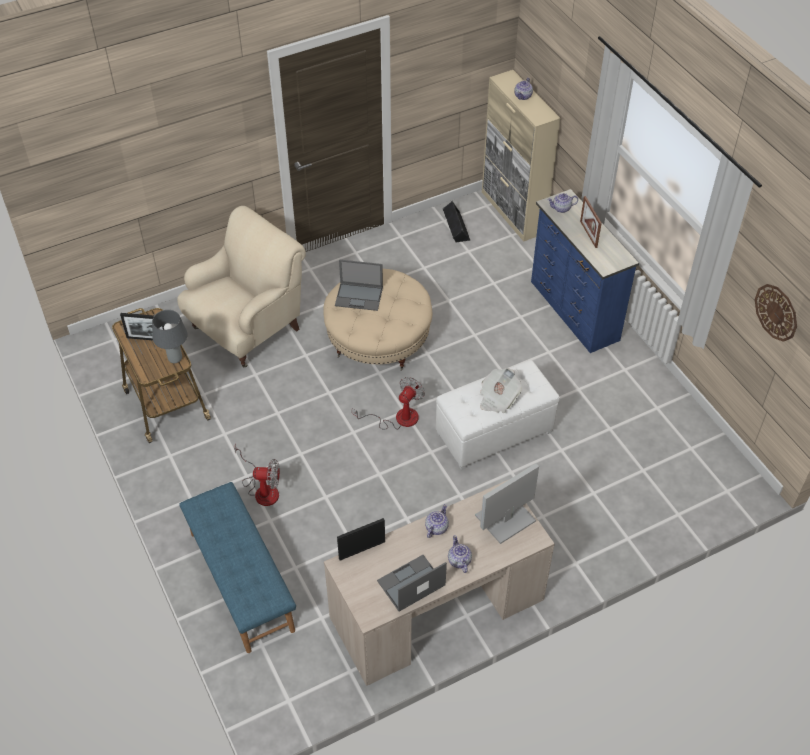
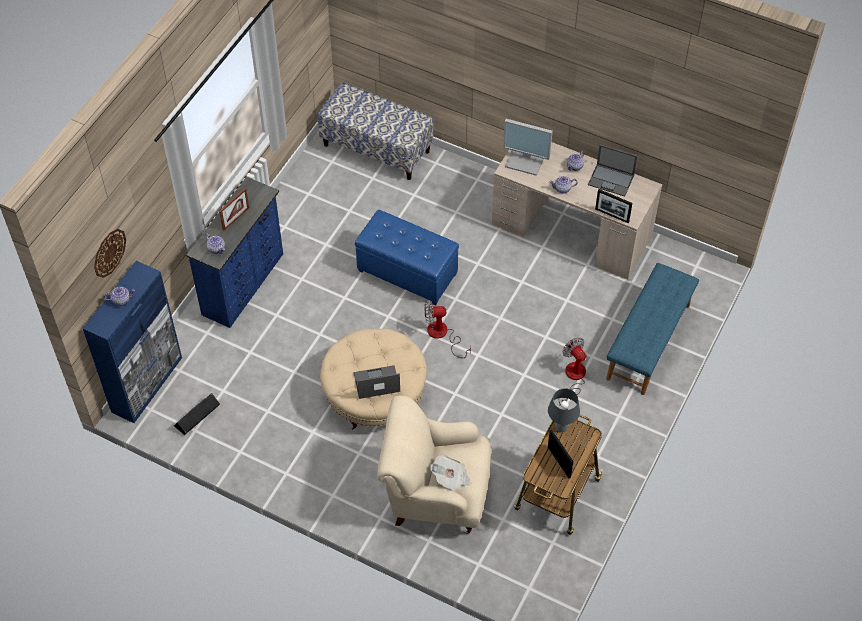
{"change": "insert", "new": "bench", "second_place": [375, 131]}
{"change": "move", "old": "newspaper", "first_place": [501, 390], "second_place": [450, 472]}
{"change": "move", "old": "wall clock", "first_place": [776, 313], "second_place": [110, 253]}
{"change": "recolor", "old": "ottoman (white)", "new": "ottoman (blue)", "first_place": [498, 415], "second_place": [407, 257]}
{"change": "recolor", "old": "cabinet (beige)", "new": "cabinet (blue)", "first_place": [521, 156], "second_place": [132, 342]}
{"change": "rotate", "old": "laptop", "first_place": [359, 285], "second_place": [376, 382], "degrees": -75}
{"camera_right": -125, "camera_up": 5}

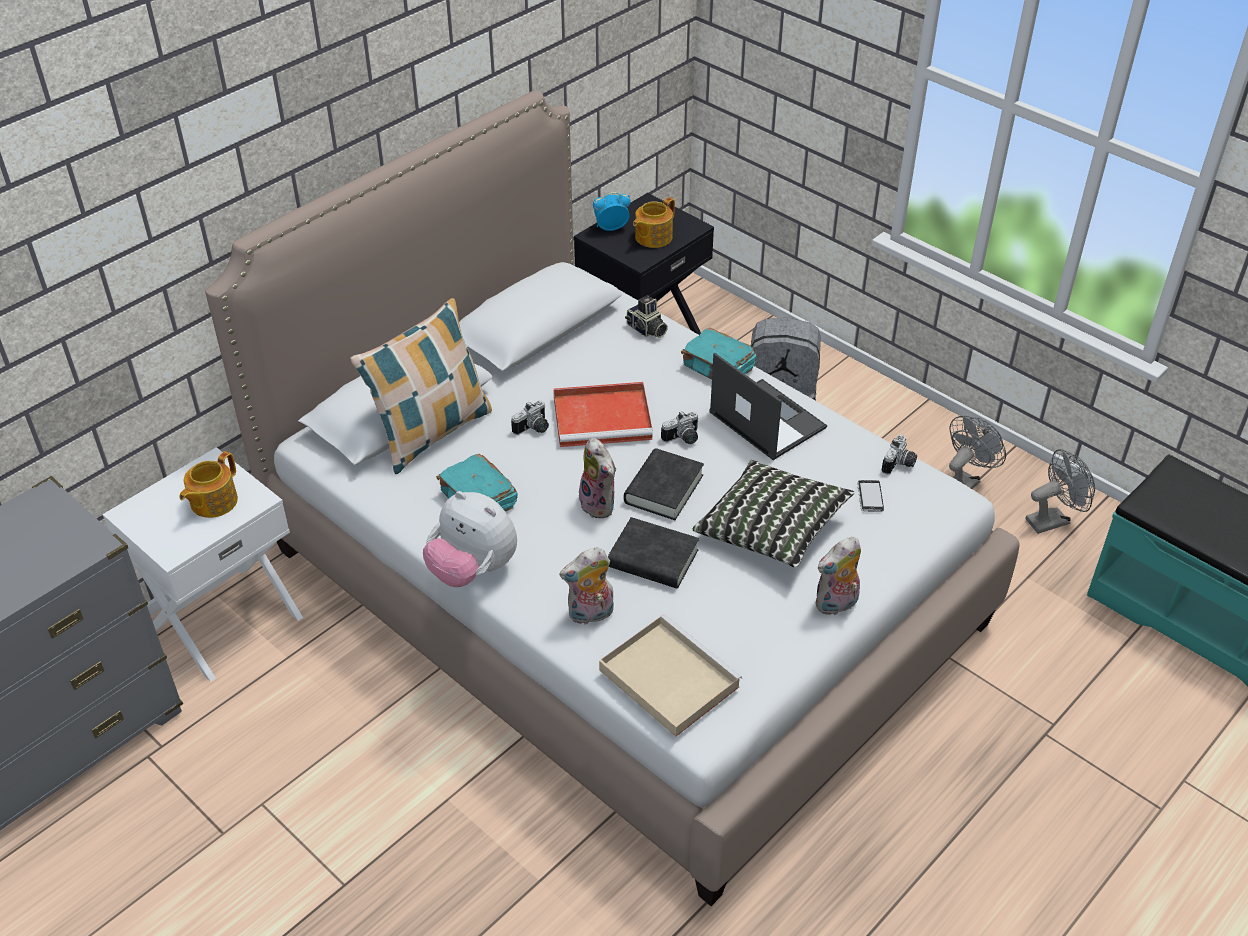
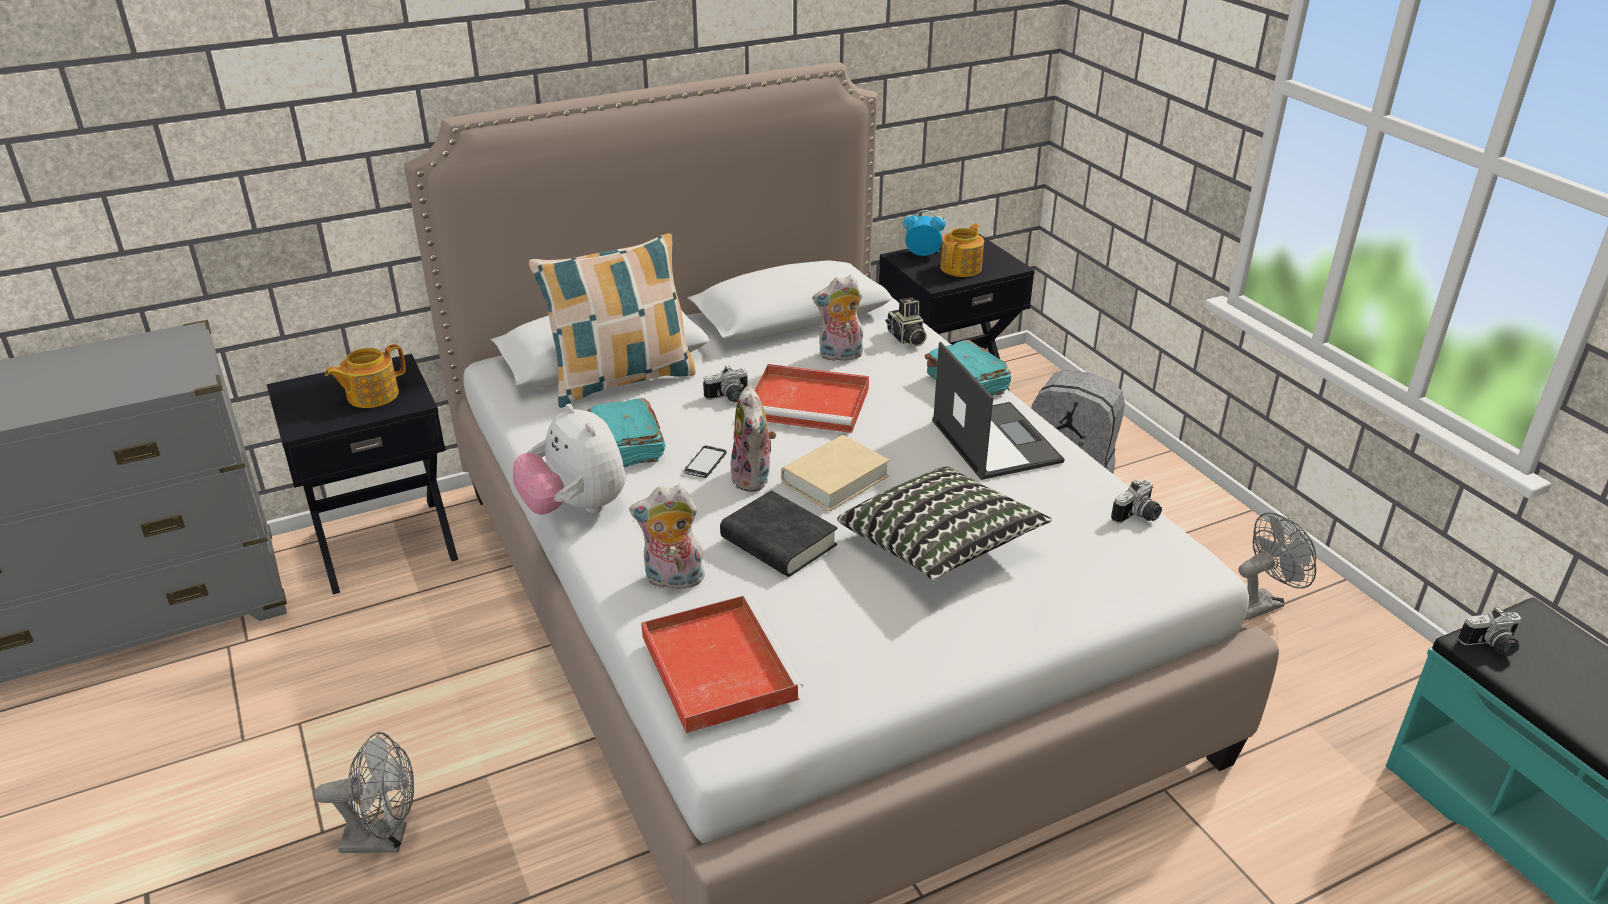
{"change": "move", "old": "photo camera", "first_place": [679, 427], "second_place": [1489, 631]}
{"change": "move", "old": "plush toy", "first_place": [838, 576], "second_place": [837, 318]}
{"change": "move", "old": "phone", "first_place": [870, 496], "second_place": [704, 461]}
{"change": "move", "old": "fan (grey)", "first_place": [1060, 491], "second_place": [364, 792]}
{"change": "recolor", "old": "nightstand (white)", "new": "nightstand (black)", "first_place": [203, 564], "second_place": [362, 474]}
{"change": "recolor", "old": "tray (beige)", "new": "tray (red)", "first_place": [670, 676], "second_place": [722, 664]}
{"change": "recolor", "old": "book (black)", "new": "book (beige)", "first_place": [664, 484], "second_place": [835, 473]}
{"change": "rotate", "old": "teapot", "first_place": [654, 222], "second_place": [962, 250], "degrees": 150}
{"camera_right": 20, "camera_up": -10}

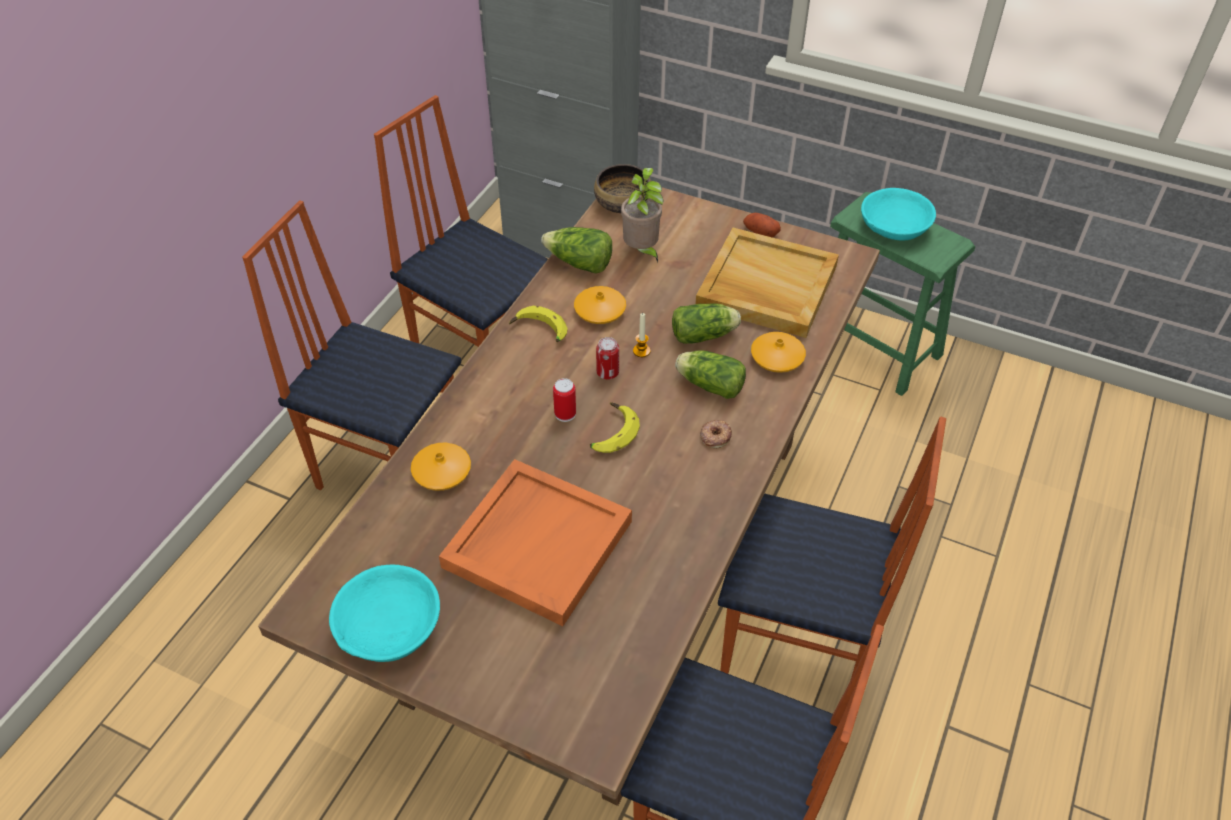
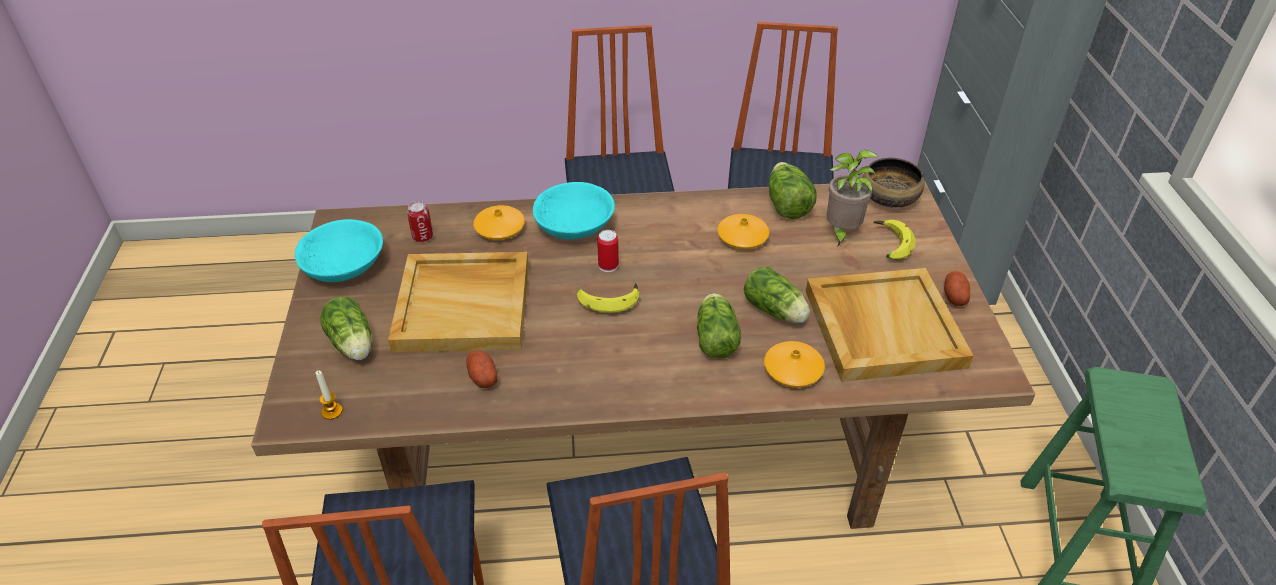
{"change": "delete", "old": "donut", "first_place": [716, 434]}
{"change": "insert", "new": "lettuce", "second_place": [345, 328]}
{"change": "insert", "new": "potato", "second_place": [482, 369]}
{"change": "move", "old": "banana", "first_place": [538, 324], "second_place": [894, 239]}
{"change": "move", "old": "can", "first_place": [607, 358], "second_place": [420, 221]}
{"change": "move", "old": "candle", "first_place": [641, 335], "second_place": [328, 395]}
{"change": "move", "old": "bowl (turquoise)", "first_place": [898, 214], "second_place": [574, 210]}
{"change": "recolor", "old": "tray (orange)", "new": "tray (beige)", "first_place": [535, 542], "second_place": [458, 302]}
{"camera_right": 60, "camera_up": -5}

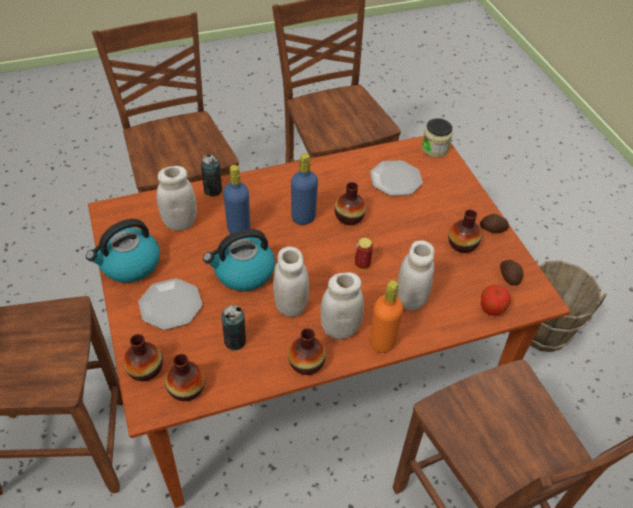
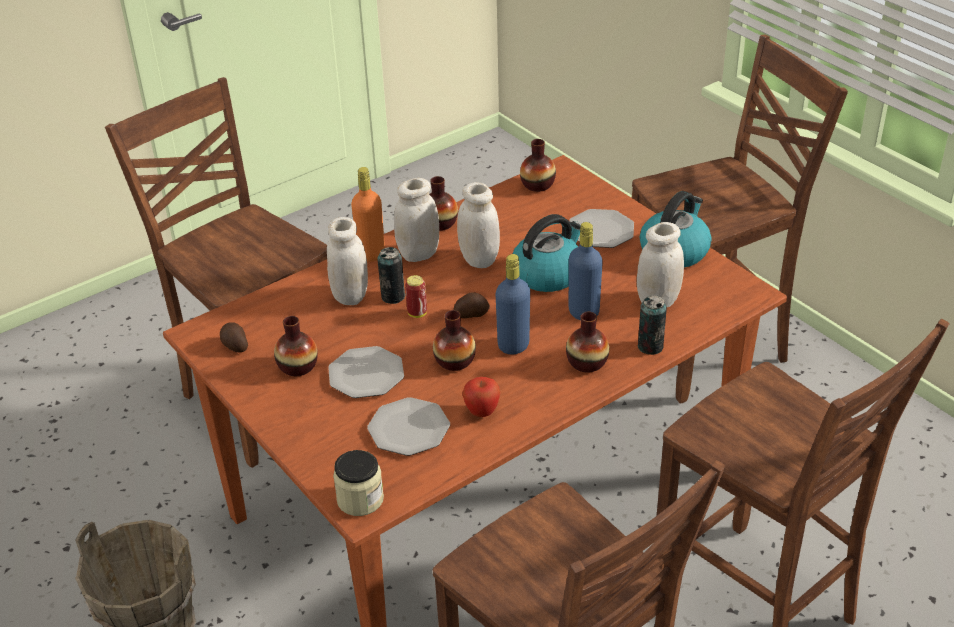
{"change": "insert", "new": "plate", "second_place": [366, 372]}
{"change": "move", "old": "vase", "first_place": [143, 357], "second_place": [587, 342]}
{"change": "move", "old": "can", "first_place": [233, 328], "second_place": [391, 275]}
{"change": "move", "old": "potato", "first_place": [494, 223], "second_place": [471, 305]}
{"change": "move", "old": "apple", "first_place": [496, 300], "second_place": [481, 397]}
{"camera_right": 165, "camera_up": -10}

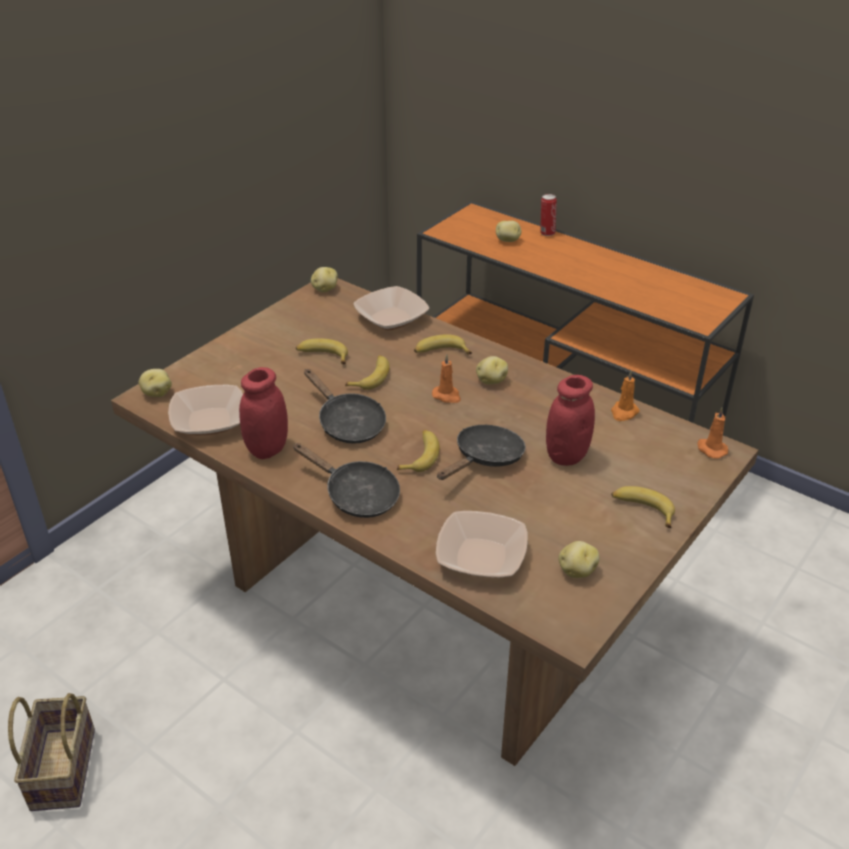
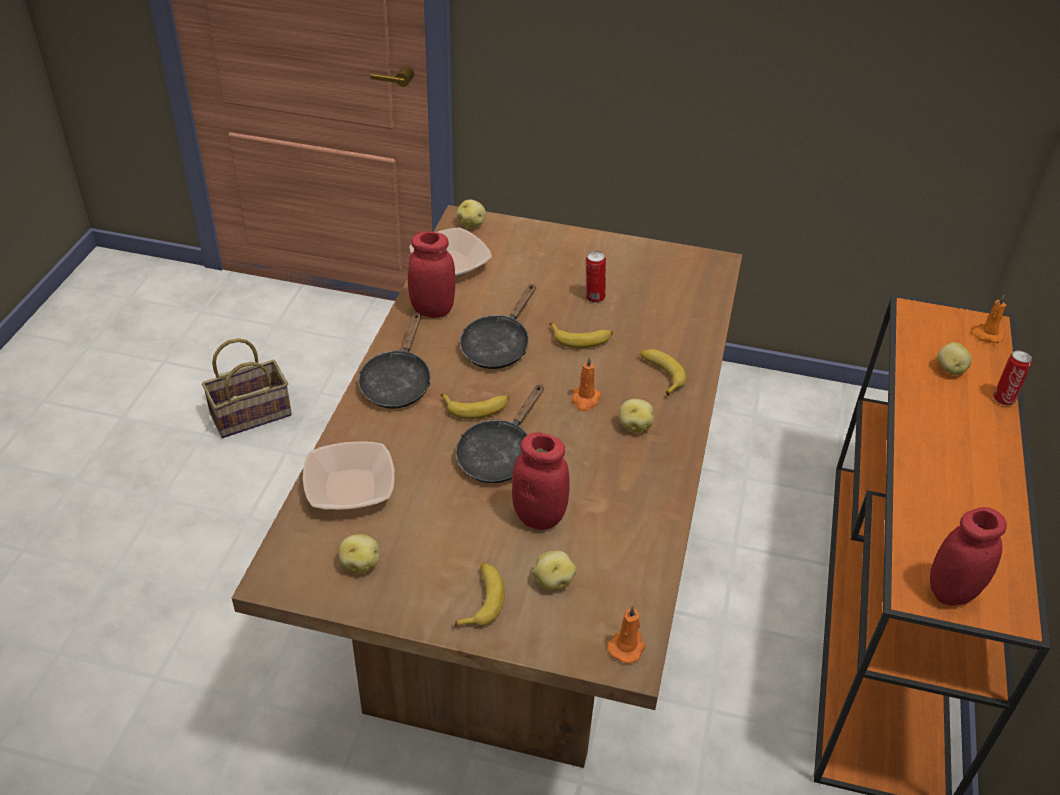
{"change": "delete", "old": "bowl", "first_place": [391, 308]}
{"change": "insert", "new": "jar (red)", "second_place": [968, 556]}
{"change": "move", "old": "potato", "first_place": [324, 279], "second_place": [555, 570]}
{"change": "move", "old": "candle (orange)", "first_place": [625, 395], "second_place": [988, 319]}
{"change": "replace", "old": "banana", "new": "can", "first_place": [322, 351], "second_place": [596, 277]}
{"change": "rotate", "old": "frying pan (black)", "first_place": [481, 452], "second_place": [500, 433], "degrees": 105}
{"camera_right": 65, "camera_up": 5}

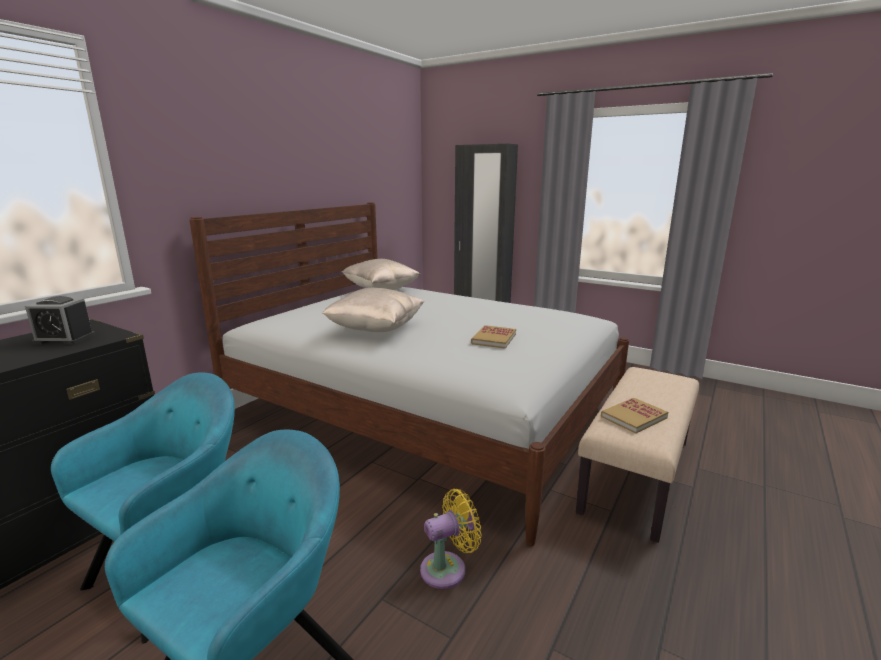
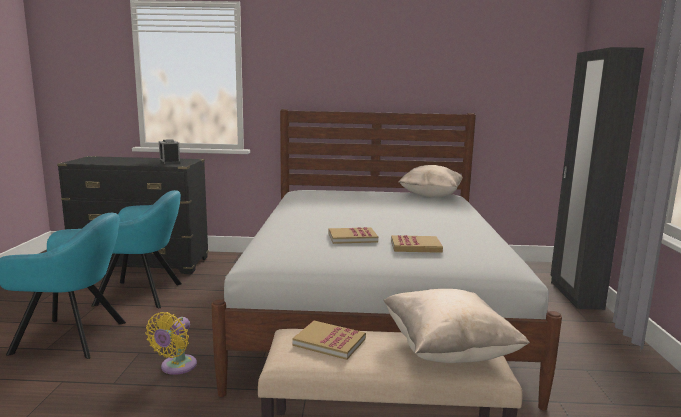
{"change": "insert", "new": "book", "second_place": [417, 244]}
{"change": "move", "old": "pillow (beige)", "first_place": [373, 310], "second_place": [457, 326]}
{"change": "rotate", "old": "fan (yellow)", "first_place": [451, 539], "second_place": [171, 343], "degrees": 75}
{"camera_right": 60, "camera_up": -5}

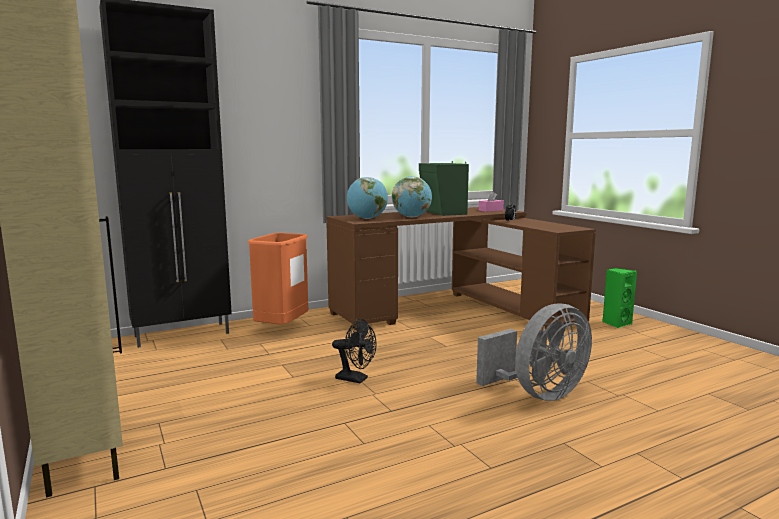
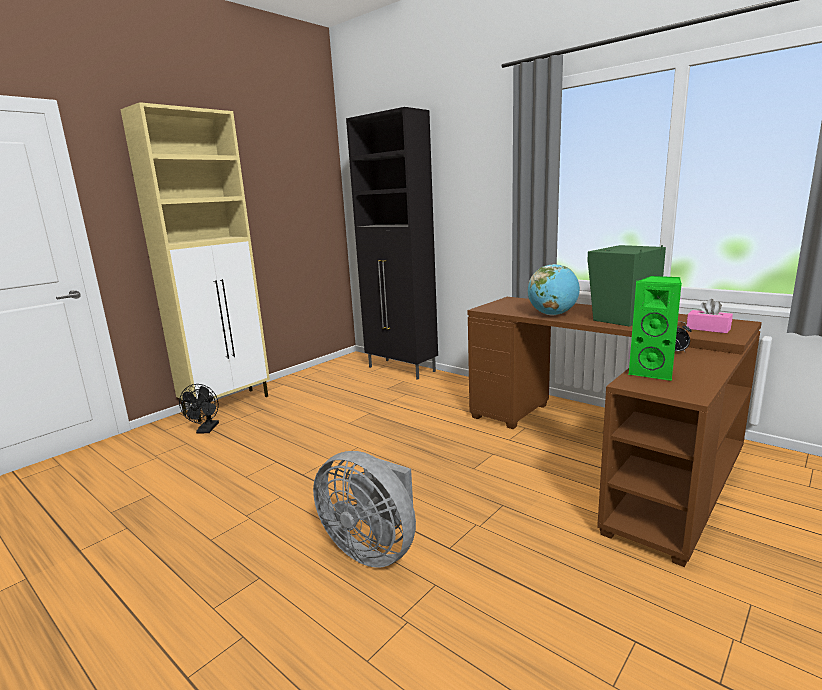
{"change": "delete", "old": "trash can (orange)", "first_place": [277, 278]}
{"change": "delete", "old": "globe", "first_place": [367, 198]}
{"change": "move", "old": "fan (black)", "first_place": [354, 351], "second_place": [199, 408]}
{"change": "move", "old": "speaker (green)", "first_place": [619, 298], "second_place": [655, 328]}
{"camera_right": 70, "camera_up": 5}

